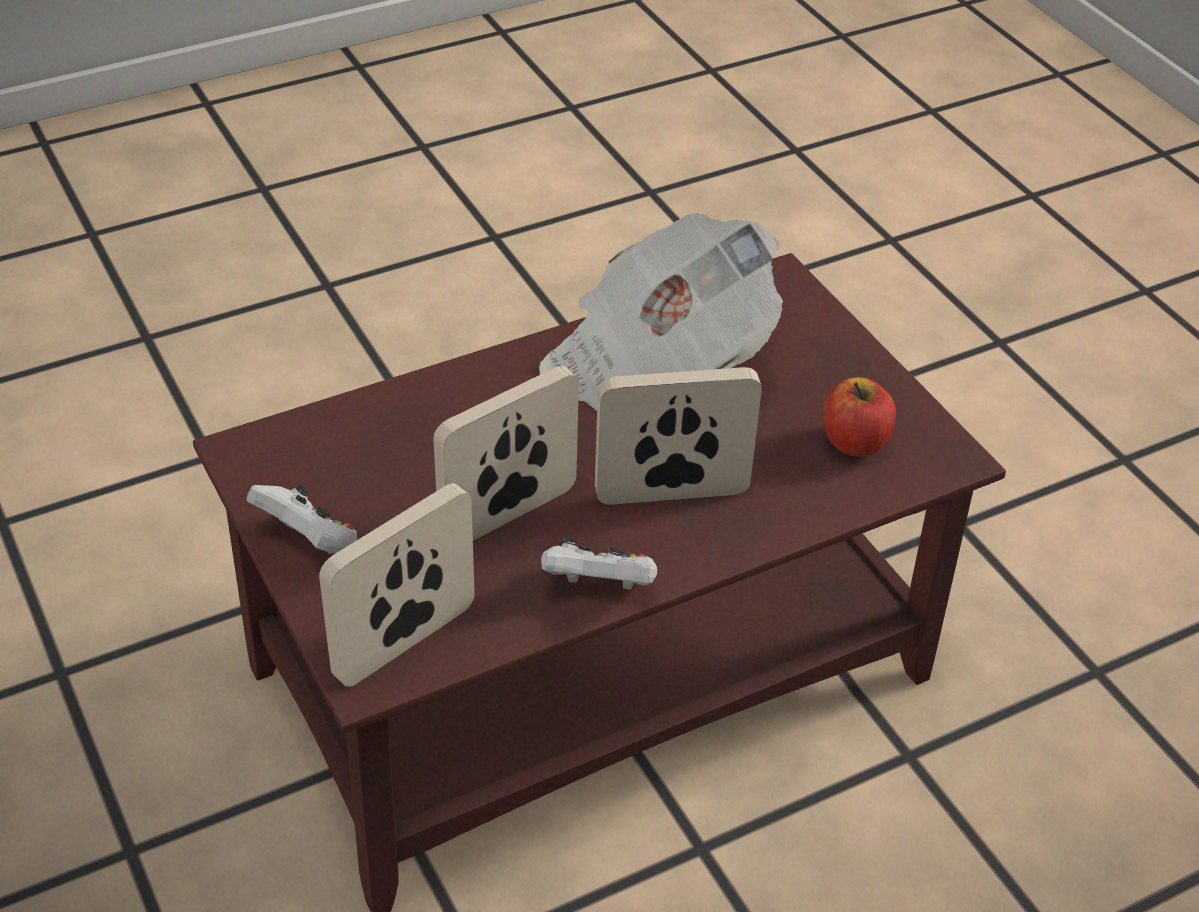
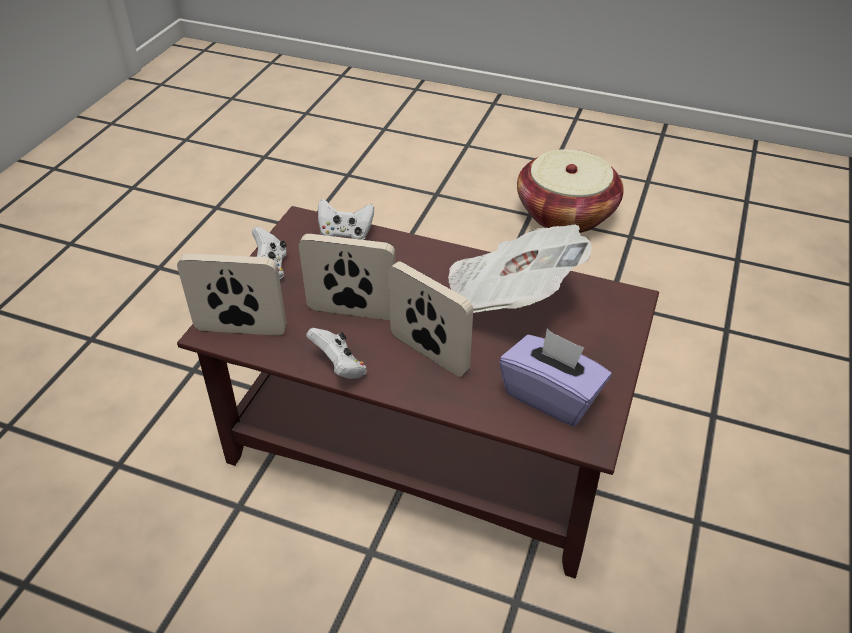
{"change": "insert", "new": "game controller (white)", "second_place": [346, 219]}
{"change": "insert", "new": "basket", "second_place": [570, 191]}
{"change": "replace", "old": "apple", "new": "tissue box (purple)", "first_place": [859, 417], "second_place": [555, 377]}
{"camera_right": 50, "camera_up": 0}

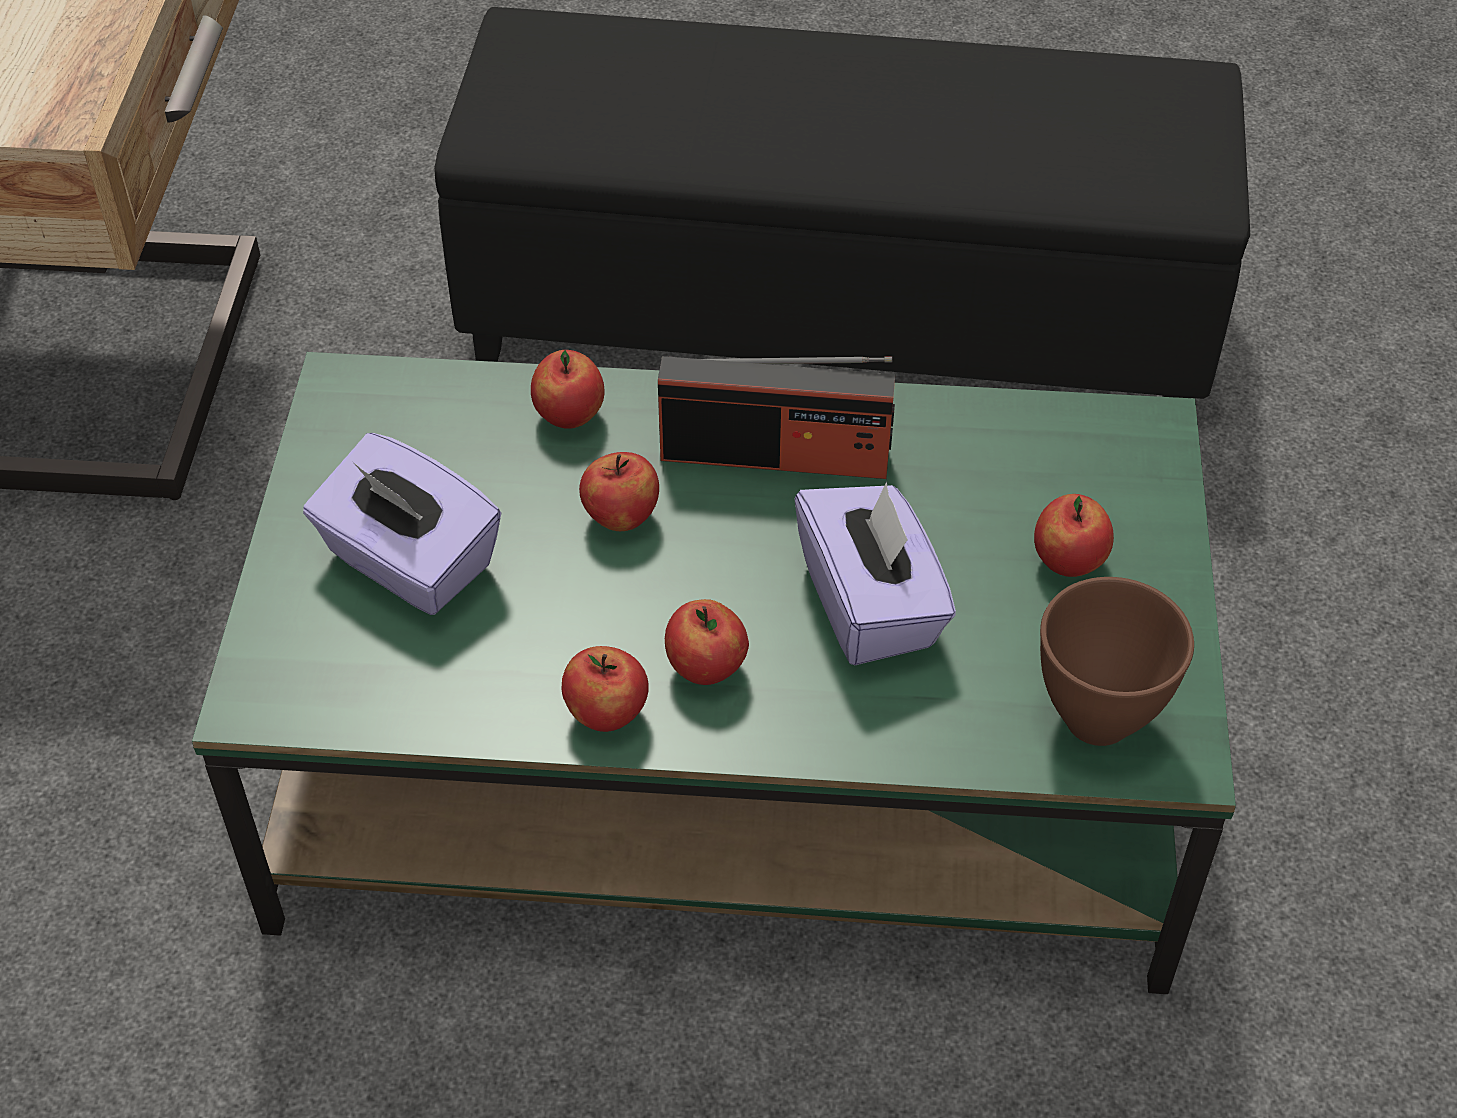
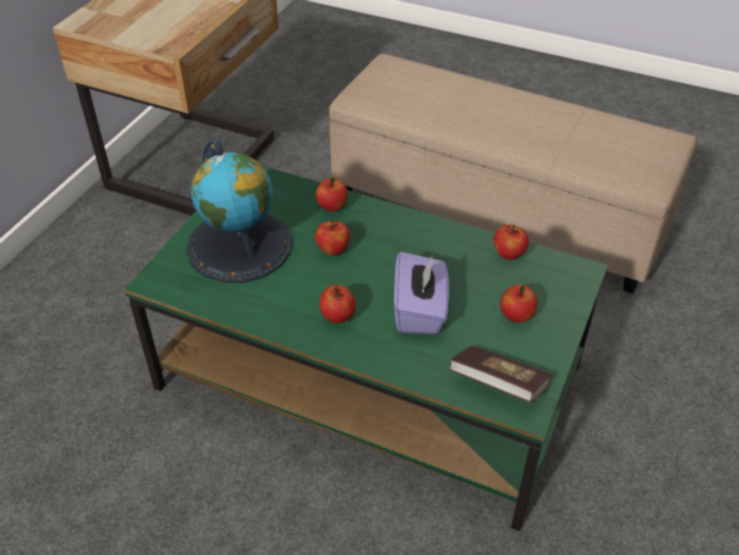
{"change": "delete", "old": "radio", "first_place": [776, 417]}
{"change": "move", "old": "apple", "first_place": [605, 689], "second_place": [511, 242]}
{"change": "replace", "old": "tissue box (purple)", "new": "globe", "first_place": [402, 524], "second_place": [239, 211]}
{"change": "replace", "old": "bowl (brown)", "new": "book", "first_place": [1117, 661], "second_place": [500, 374]}
{"change": "recolor", "old": "ottoman (black)", "new": "ottoman (beige)", "first_place": [842, 203], "second_place": [512, 173]}
{"camera_right": 20, "camera_up": -5}

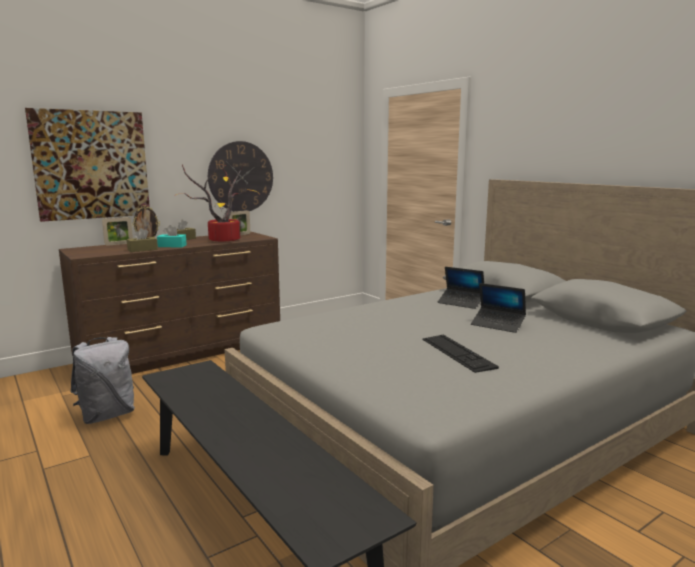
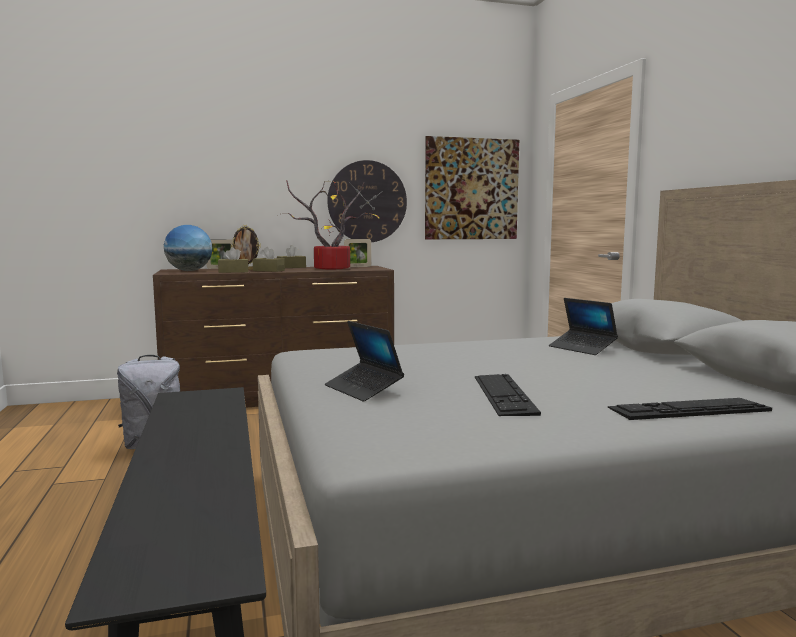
{"change": "insert", "new": "globe", "second_place": [188, 248]}
{"change": "insert", "new": "keyboard", "second_place": [690, 409]}
{"change": "move", "old": "picture", "first_place": [87, 165], "second_place": [472, 187]}
{"change": "move", "old": "laptop", "first_place": [498, 308], "second_place": [364, 361]}
{"change": "recolor", "old": "tissue box (turquoise)", "new": "tissue box (brown)", "first_place": [172, 236], "second_place": [269, 259]}
{"camera_right": 20, "camera_up": -5}

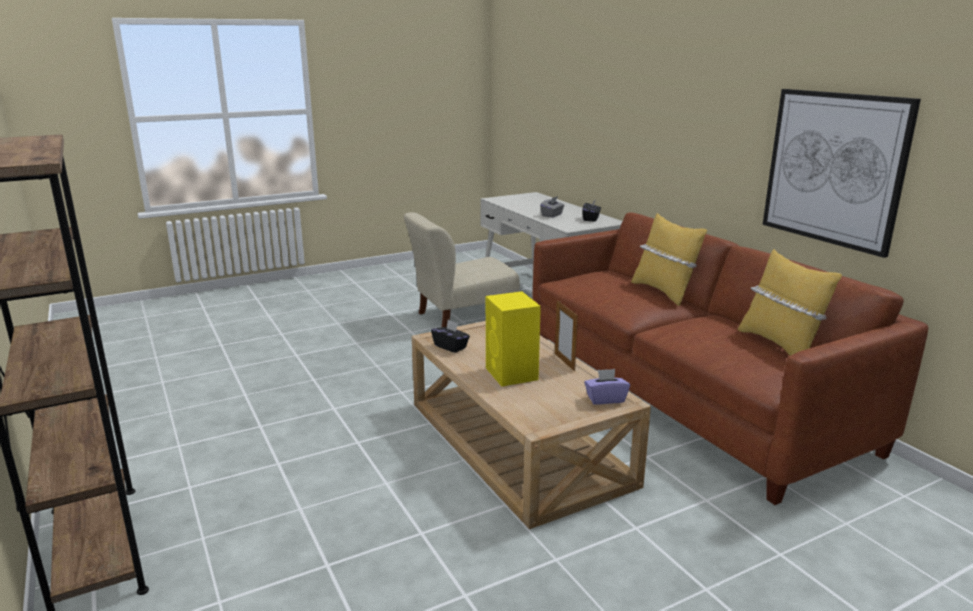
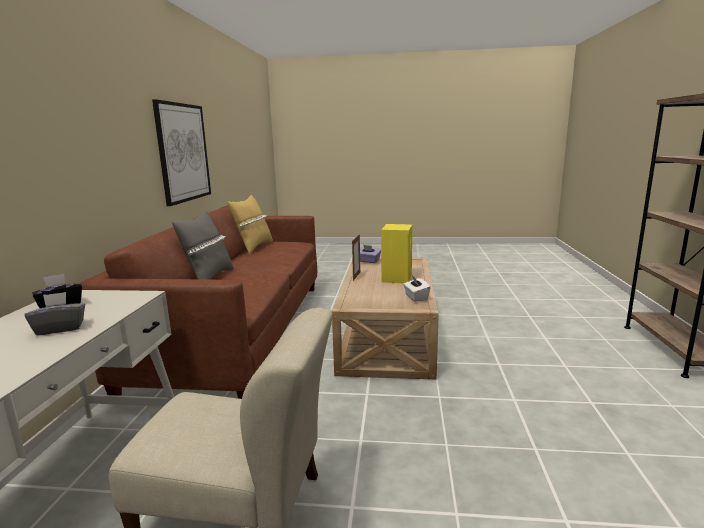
{"change": "recolor", "old": "tissue box (black)", "new": "tissue box (white)", "first_place": [450, 336], "second_place": [416, 289]}
{"change": "recolor", "old": "pillow (yellow)", "new": "pillow (grey)", "first_place": [669, 259], "second_place": [202, 245]}
{"camera_right": -145, "camera_up": -5}

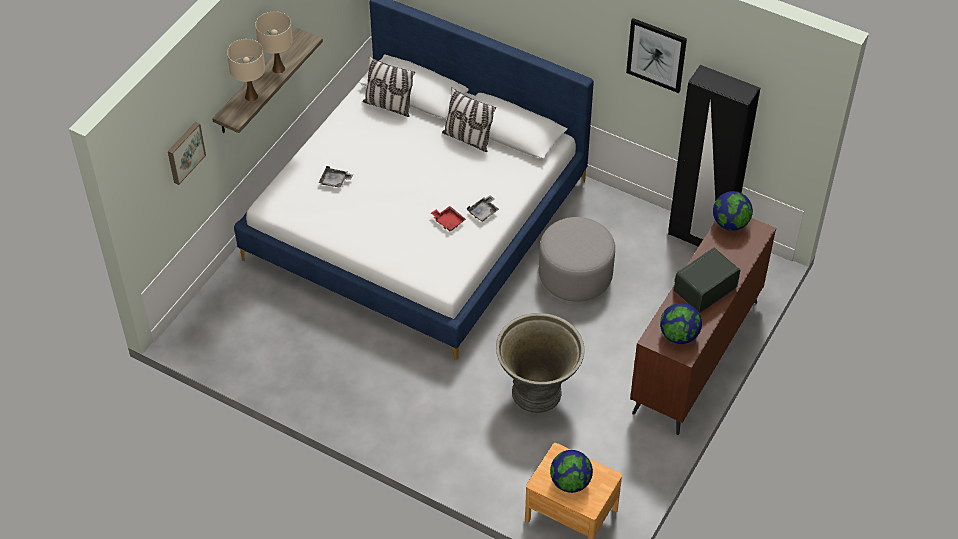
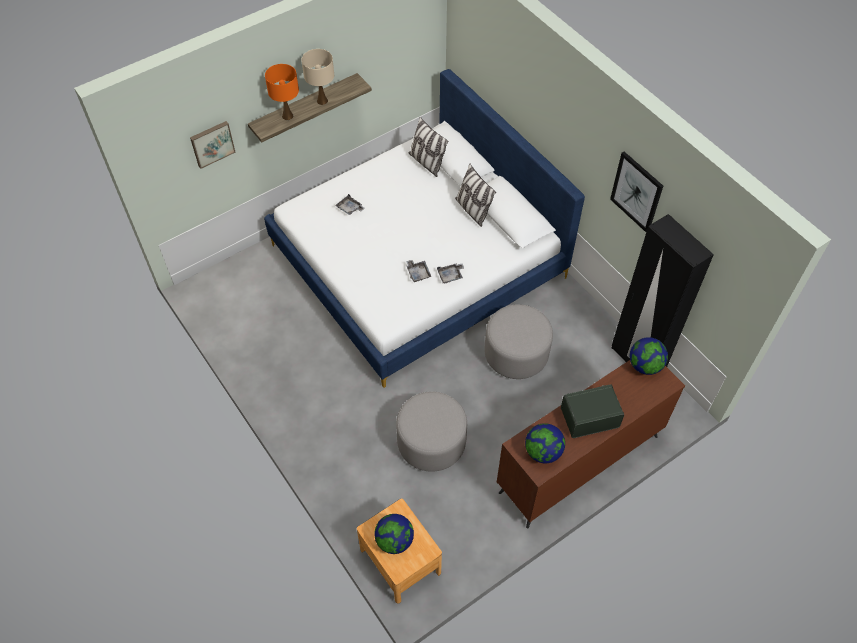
{"change": "replace", "old": "planter (grey)", "new": "ottoman (grey)", "first_place": [540, 363], "second_place": [431, 431]}
{"change": "recolor", "old": "table lamp (beige)", "new": "table lamp (orange)", "first_place": [246, 70], "second_place": [282, 92]}
{"change": "recolor", "old": "tray (red)", "new": "tray (grey)", "first_place": [448, 219], "second_place": [418, 271]}
{"camera_right": 25, "camera_up": 5}

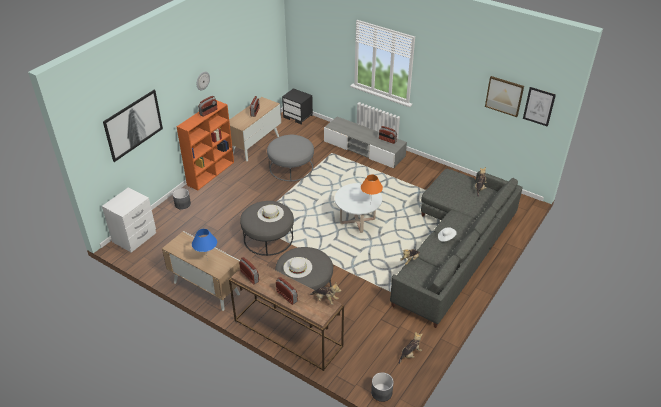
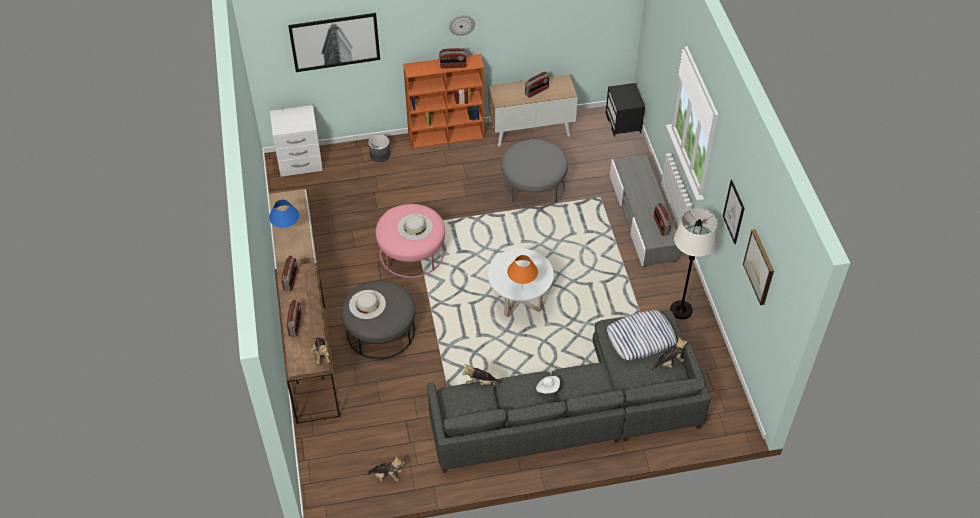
{"change": "delete", "old": "planter (grey)", "first_place": [382, 387]}
{"change": "insert", "new": "pillow", "second_place": [642, 335]}
{"change": "insert", "new": "floor lamp (white)", "second_place": [693, 263]}
{"change": "move", "old": "picture", "first_place": [539, 107], "second_place": [734, 212]}
{"change": "recolor", "old": "ottoman (grey)", "new": "ottoman (pink)", "first_place": [267, 228], "second_place": [410, 241]}
{"camera_right": 45, "camera_up": 10}

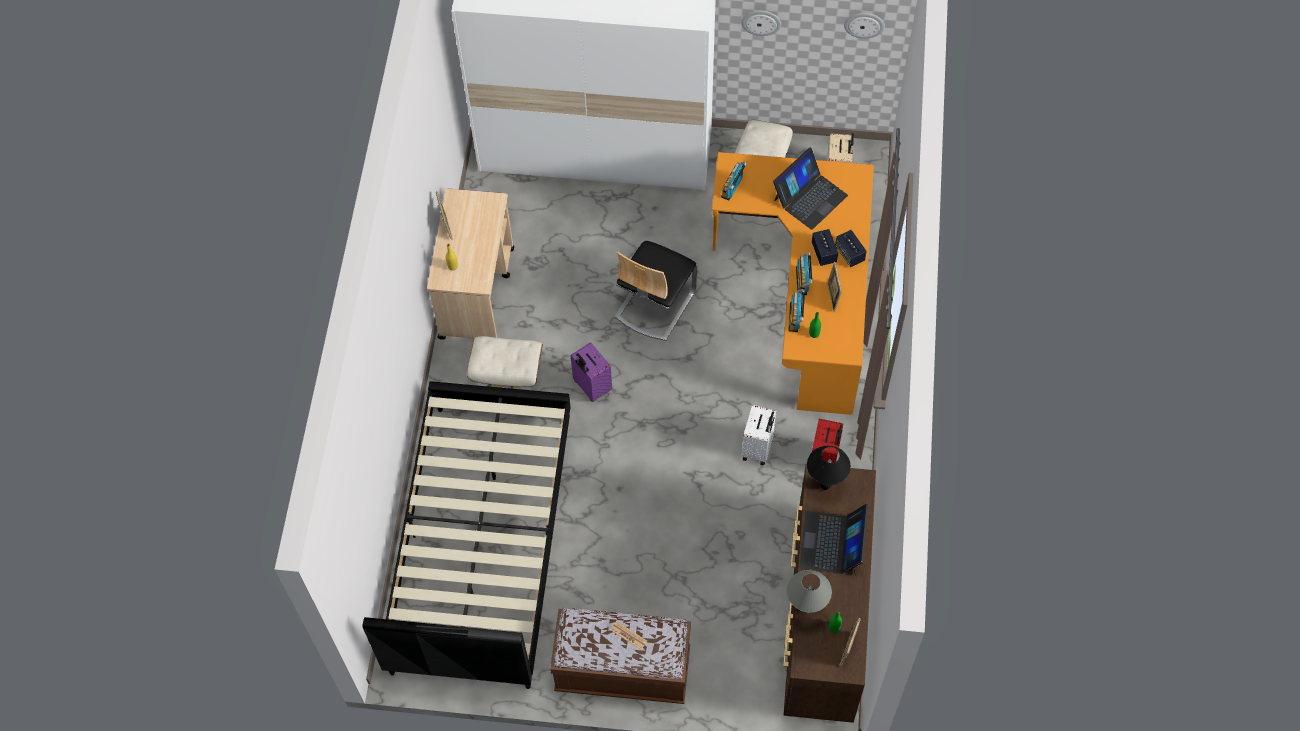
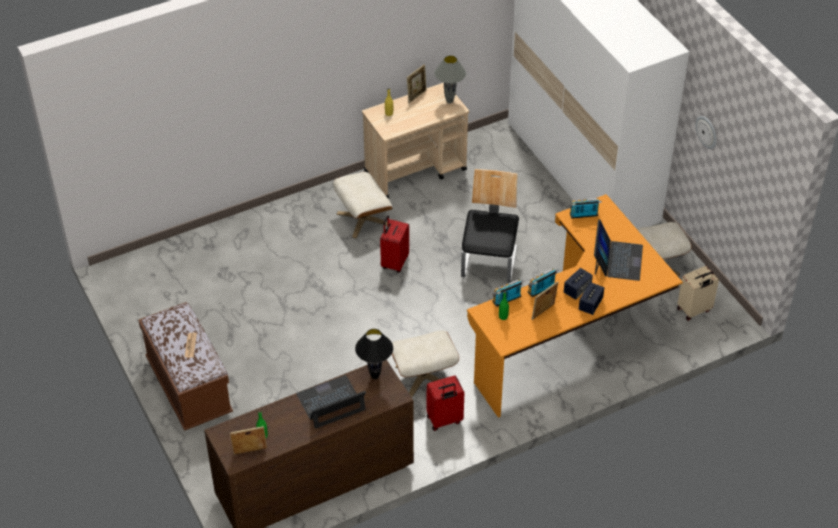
{"change": "delete", "old": "bed (black)", "first_place": [466, 535]}
{"change": "delete", "old": "wall clock", "first_place": [864, 26]}
{"change": "move", "old": "table lamp (grey)", "first_place": [809, 592], "second_place": [450, 79]}
{"change": "replace", "old": "suitcase (white)", "new": "ottoman (beige)", "first_place": [759, 435], "second_place": [425, 364]}
{"change": "recolor", "old": "suitcase (purple)", "new": "suitcase (red)", "first_place": [591, 372], "second_place": [394, 244]}
{"change": "rotate", "old": "chair", "first_place": [656, 291], "second_place": [490, 226], "degrees": 105}
{"change": "rotate", "old": "laptop", "first_place": [810, 188], "second_place": [618, 250], "degrees": -90}
{"camera_right": 55, "camera_up": -15}

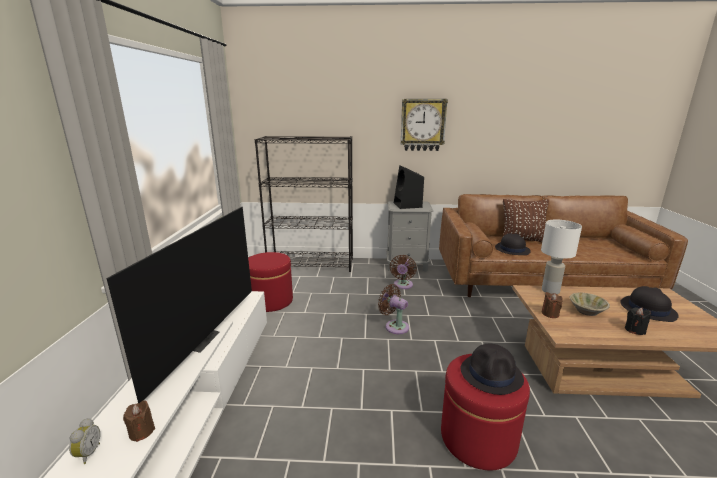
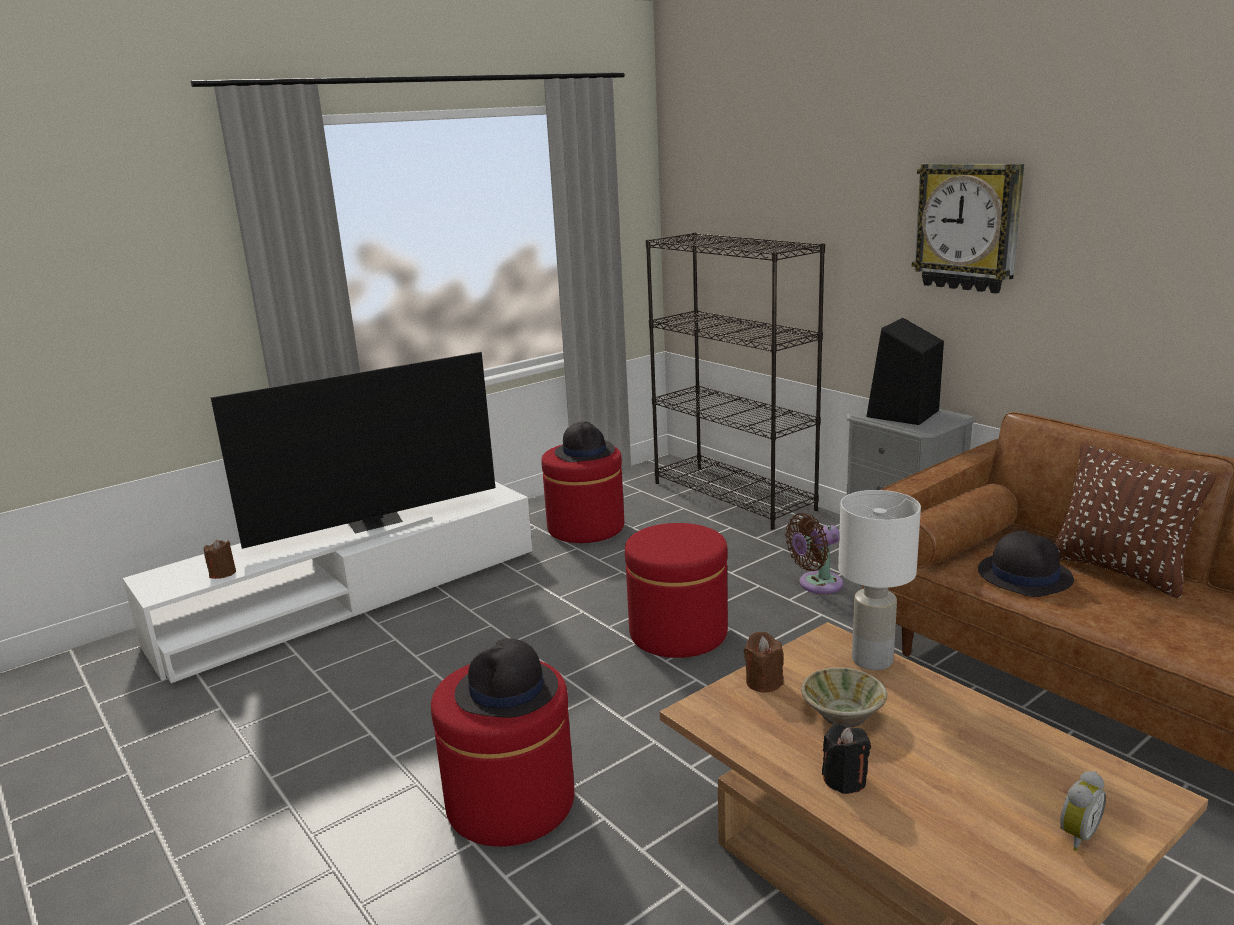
{"change": "move", "old": "alarm clock", "first_place": [84, 441], "second_place": [1083, 811]}
{"change": "move", "old": "hat (black)", "first_place": [649, 304], "second_place": [585, 442]}
{"change": "replace", "old": "fan (brown)", "new": "ottoman (red)", "first_place": [393, 309], "second_place": [676, 590]}
{"camera_right": 50, "camera_up": 0}

